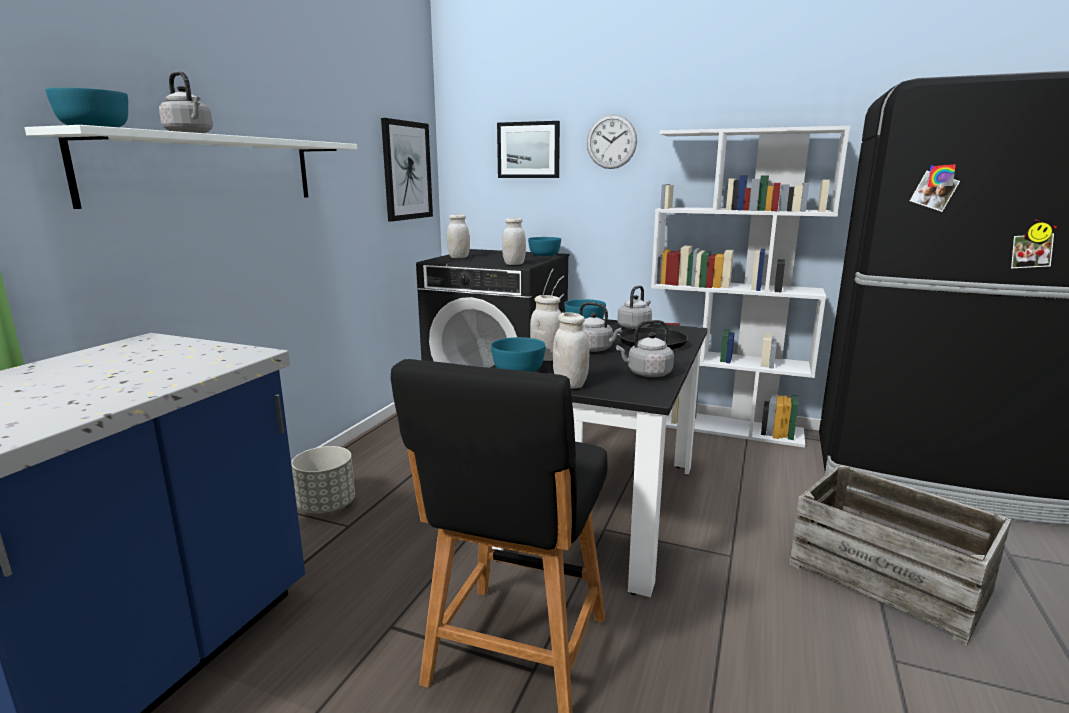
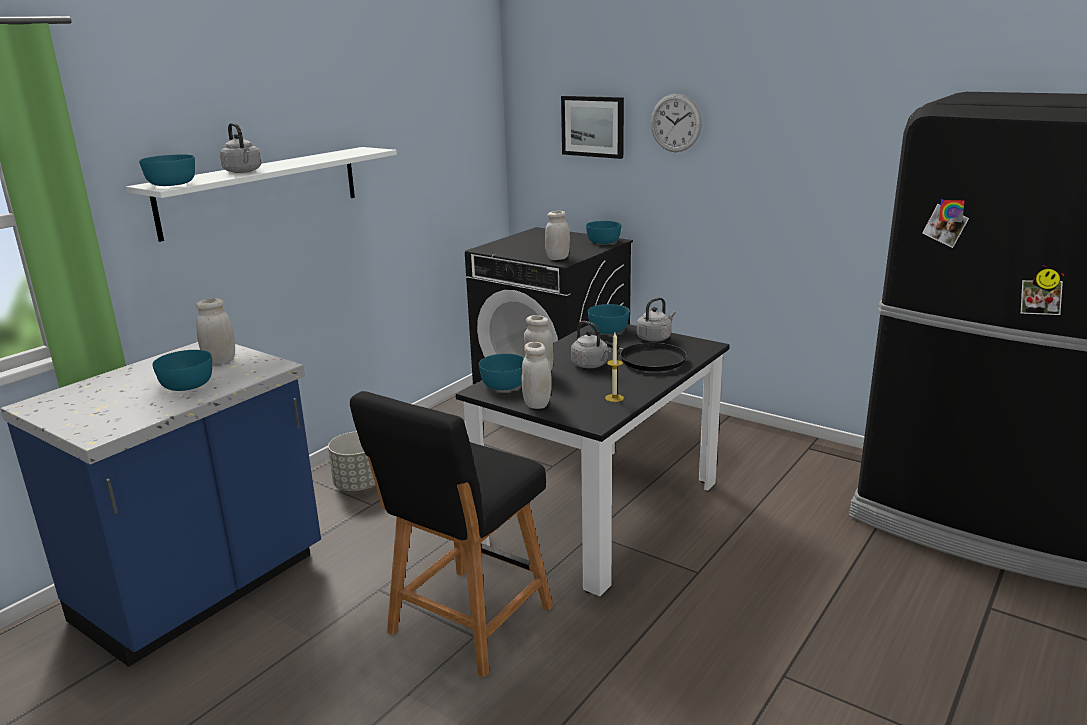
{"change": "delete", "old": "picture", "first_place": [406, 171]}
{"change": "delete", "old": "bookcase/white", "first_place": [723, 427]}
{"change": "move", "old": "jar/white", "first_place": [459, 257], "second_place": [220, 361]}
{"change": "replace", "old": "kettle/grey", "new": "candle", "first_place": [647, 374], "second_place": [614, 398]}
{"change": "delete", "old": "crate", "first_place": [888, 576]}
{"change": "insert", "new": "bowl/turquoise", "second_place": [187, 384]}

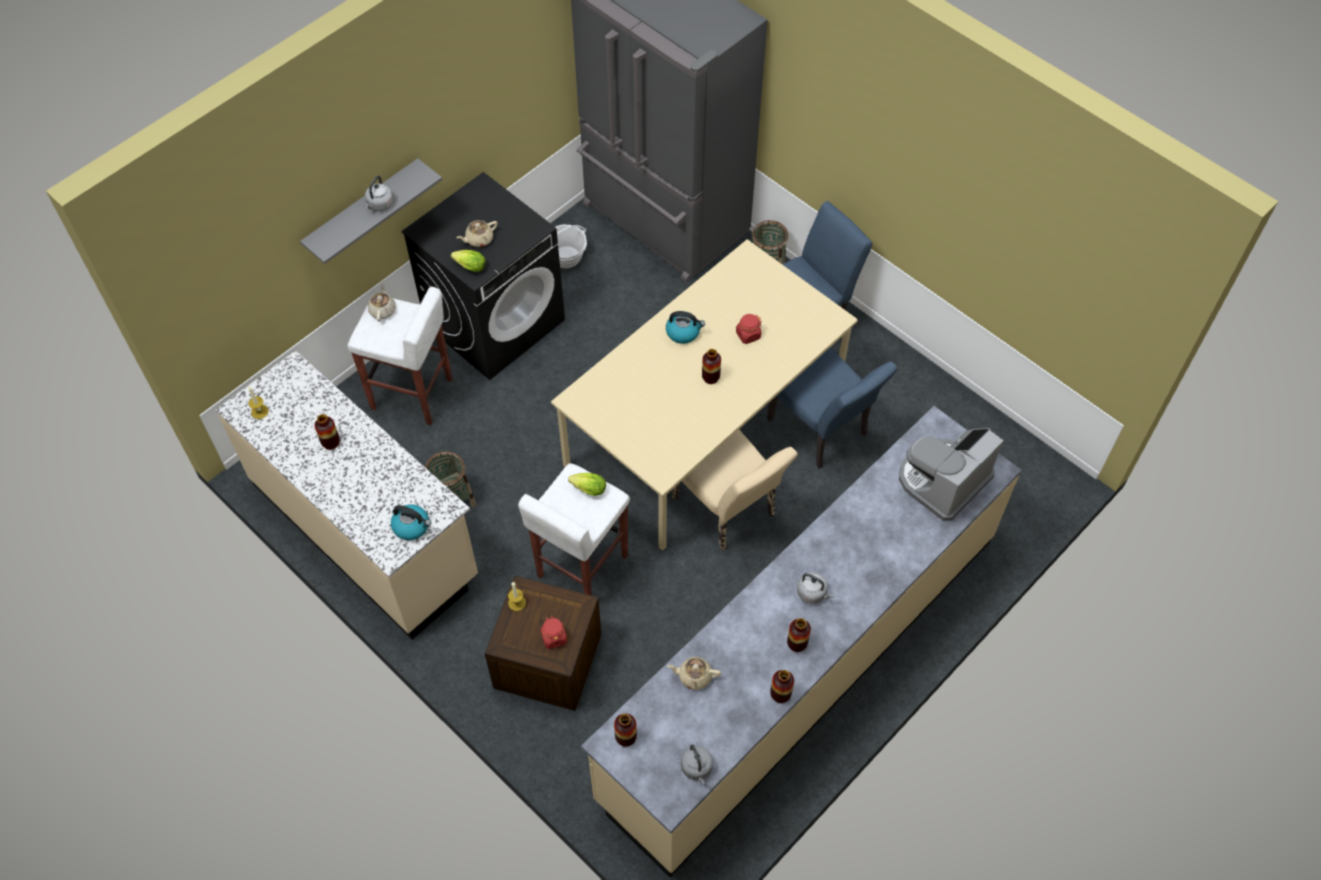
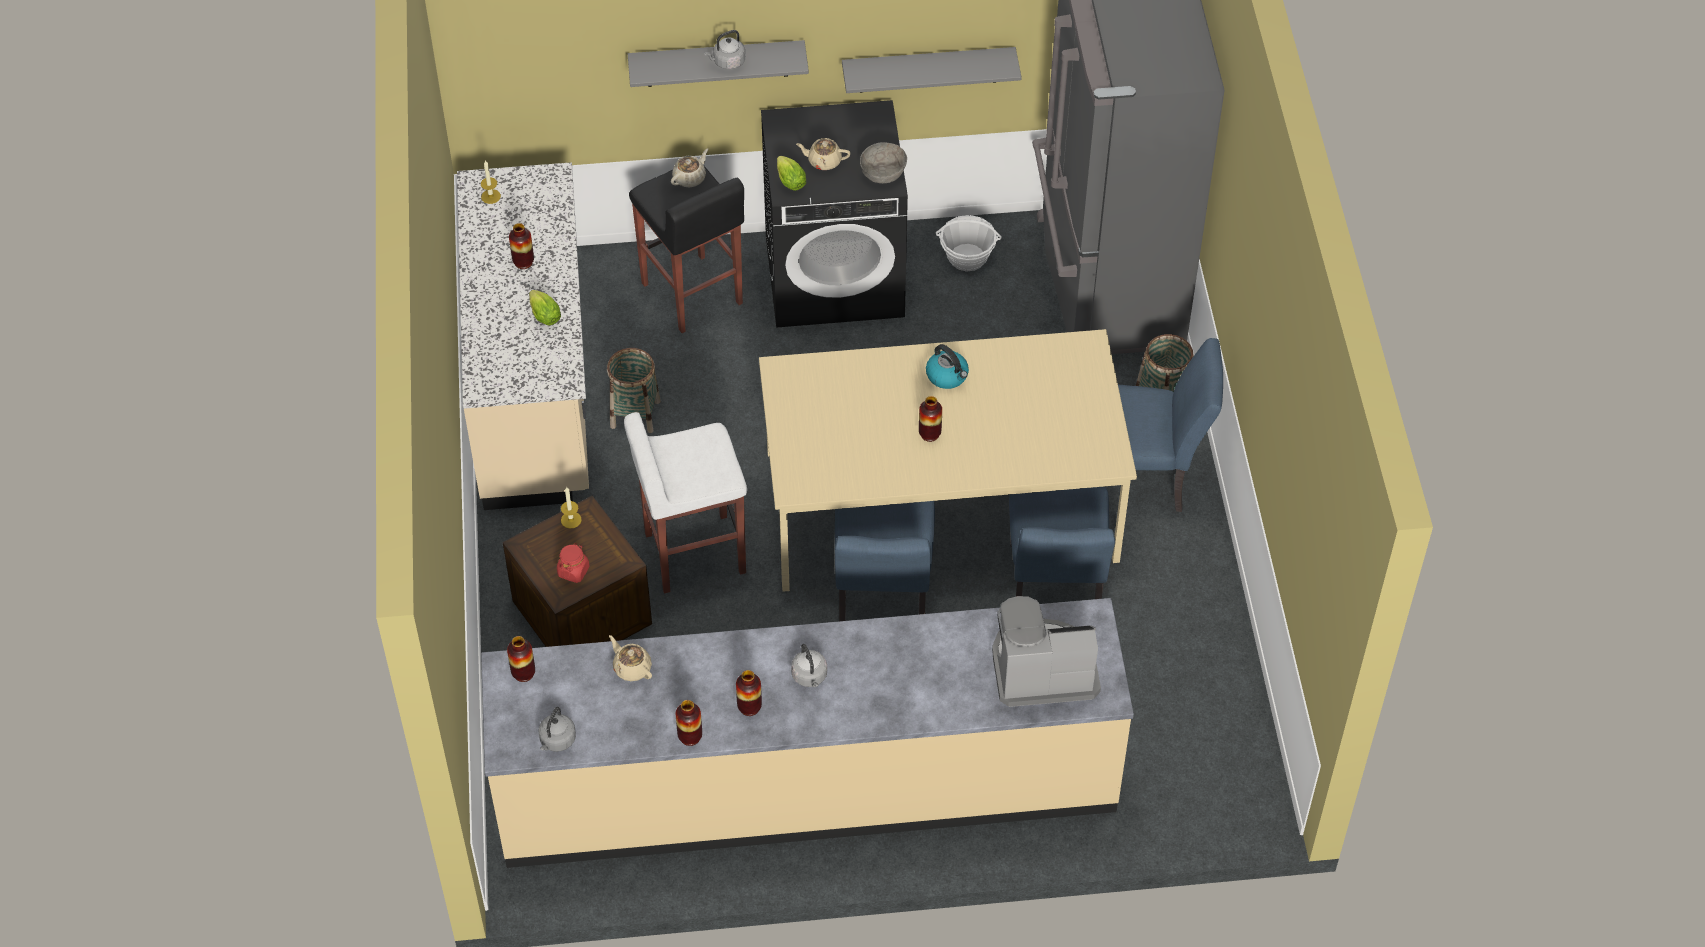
{"change": "recolor", "old": "stool/white", "new": "stool/black", "first_place": [413, 395], "second_place": [691, 295]}
{"change": "delete", "old": "jar/red", "first_place": [748, 335]}
{"change": "recolor", "old": "chair/beige", "new": "chair/blue", "first_place": [728, 511], "second_place": [882, 600]}
{"change": "move", "old": "lettuce", "first_place": [587, 489], "second_place": [543, 314]}
{"change": "delete", "old": "kettle", "first_place": [412, 526]}
{"change": "insert", "new": "shelf/grey", "second_place": [928, 69]}
{"change": "insert", "new": "bowl/grey", "second_place": [883, 172]}

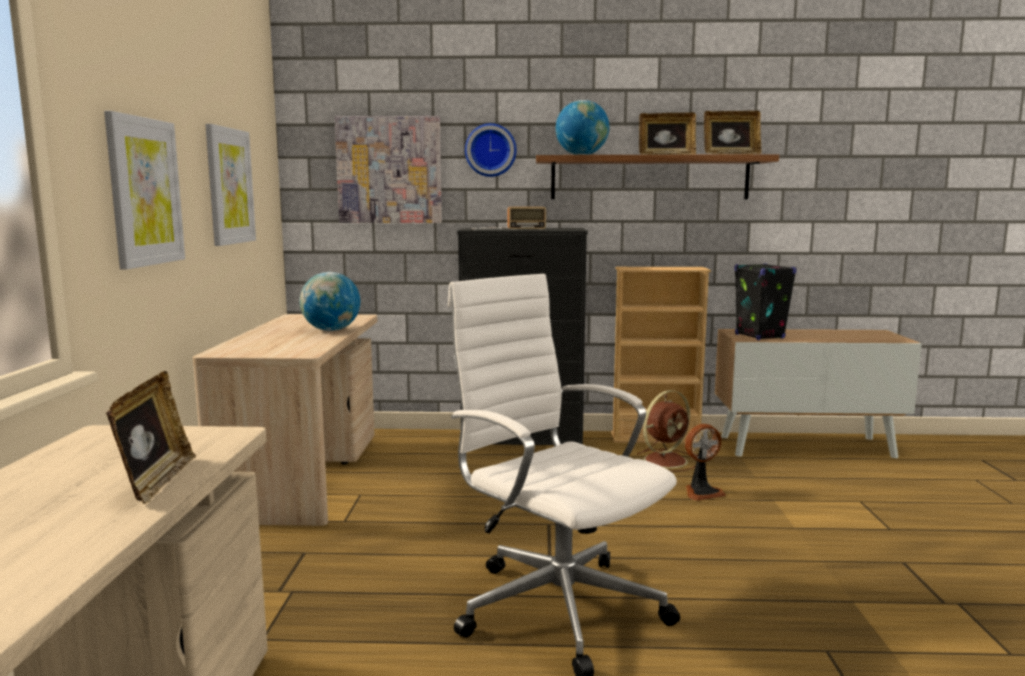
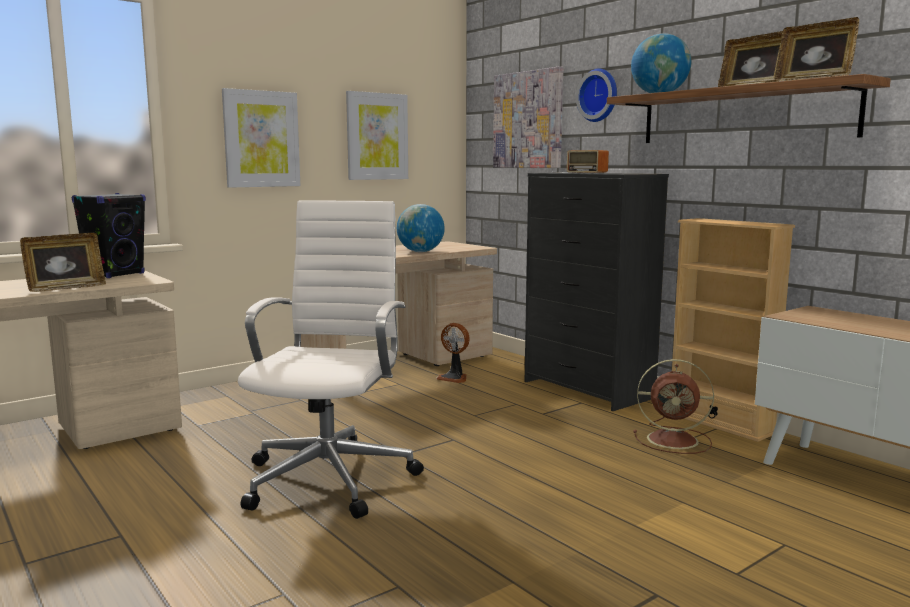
{"change": "move", "old": "speaker/black", "first_place": [759, 336], "second_place": [115, 275]}
{"change": "move", "old": "fan", "first_place": [701, 492], "second_place": [454, 378]}

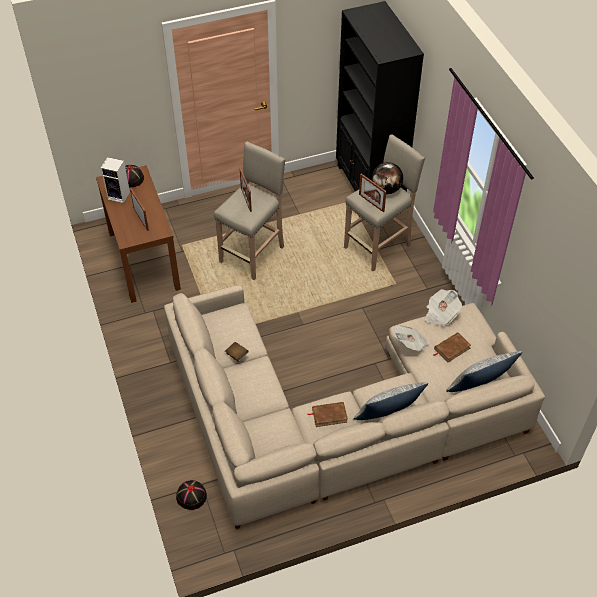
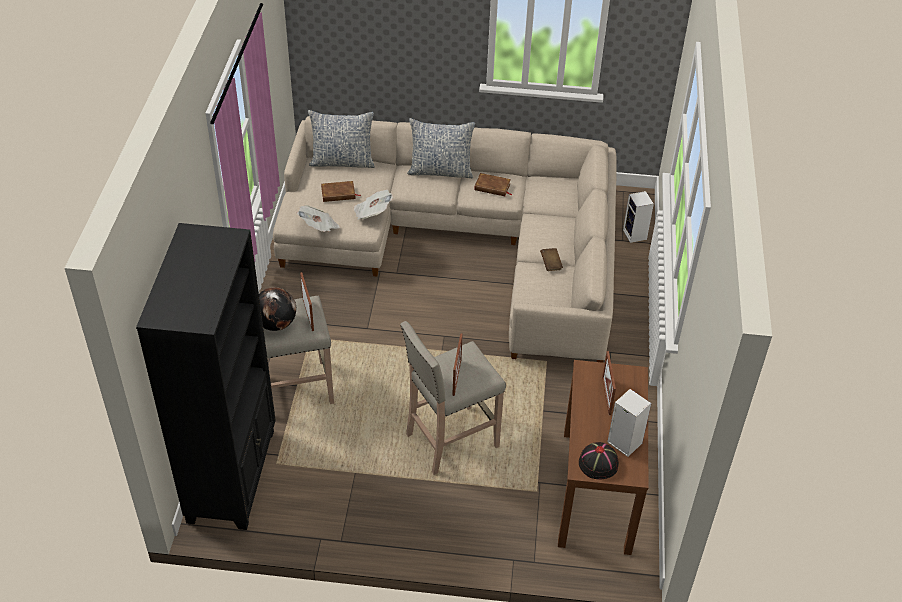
{"change": "replace", "old": "hat/black", "new": "speaker", "first_place": [191, 496], "second_place": [635, 235]}

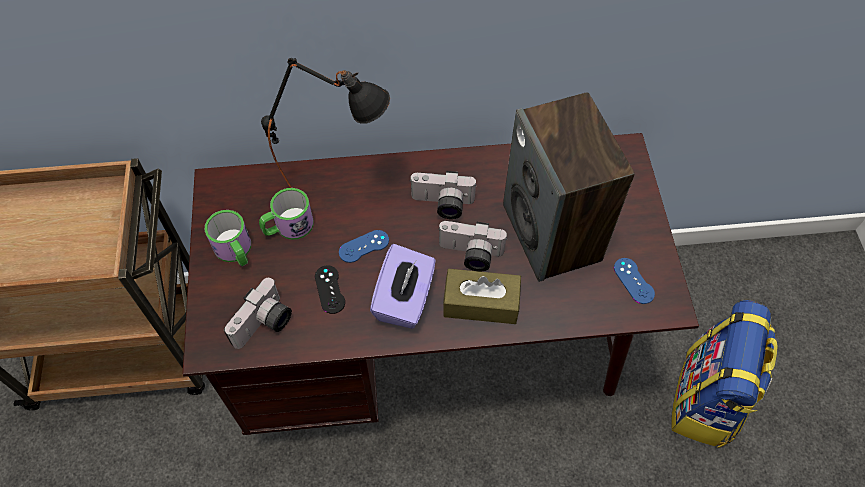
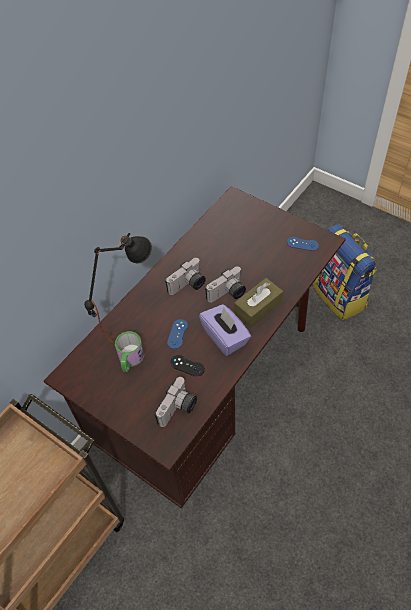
{"change": "delete", "old": "speaker", "first_place": [552, 233]}
{"change": "delete", "old": "mug", "first_place": [235, 251]}
{"change": "rotate", "old": "photo camera", "first_place": [265, 325], "second_place": [178, 409], "degrees": 45}

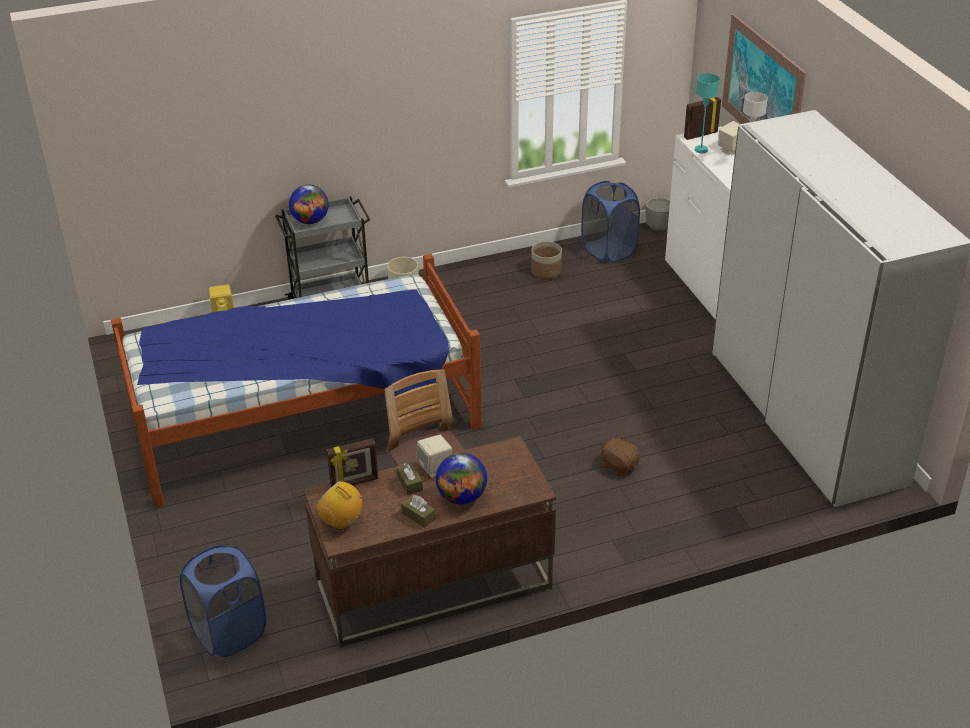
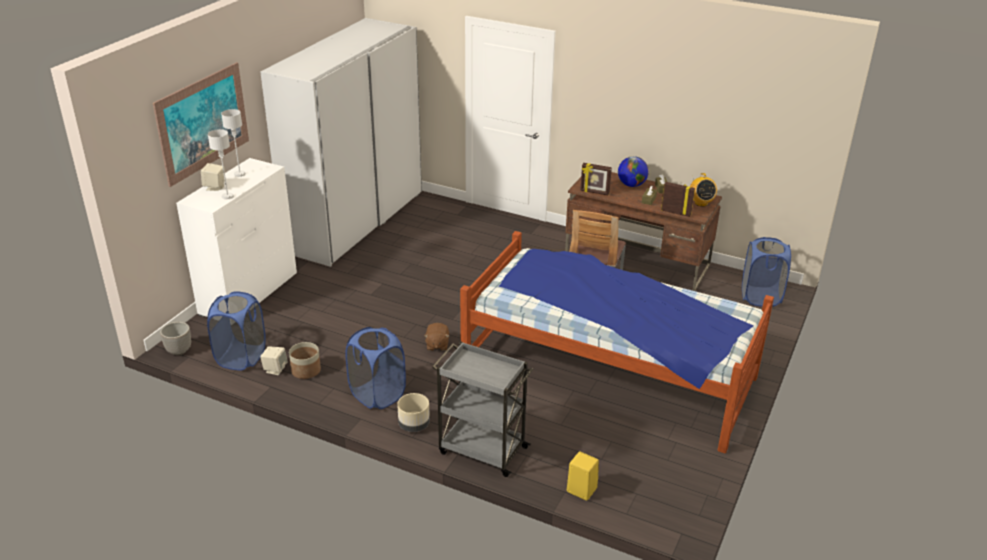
{"change": "recolor", "old": "table lamp/turquoise", "new": "table lamp/grey", "first_place": [701, 150], "second_place": [228, 196]}
{"change": "move", "old": "picture frame", "first_place": [700, 134], "second_place": [594, 192]}
{"change": "delete", "old": "globe", "first_place": [310, 221]}
{"change": "move", "old": "speaker/beige", "first_place": [435, 468], "second_place": [275, 369]}
{"change": "move", "old": "plush toy/brown", "first_place": [619, 465], "second_place": [437, 345]}
{"change": "insert", "new": "laundry basket/blue", "second_place": [377, 394]}

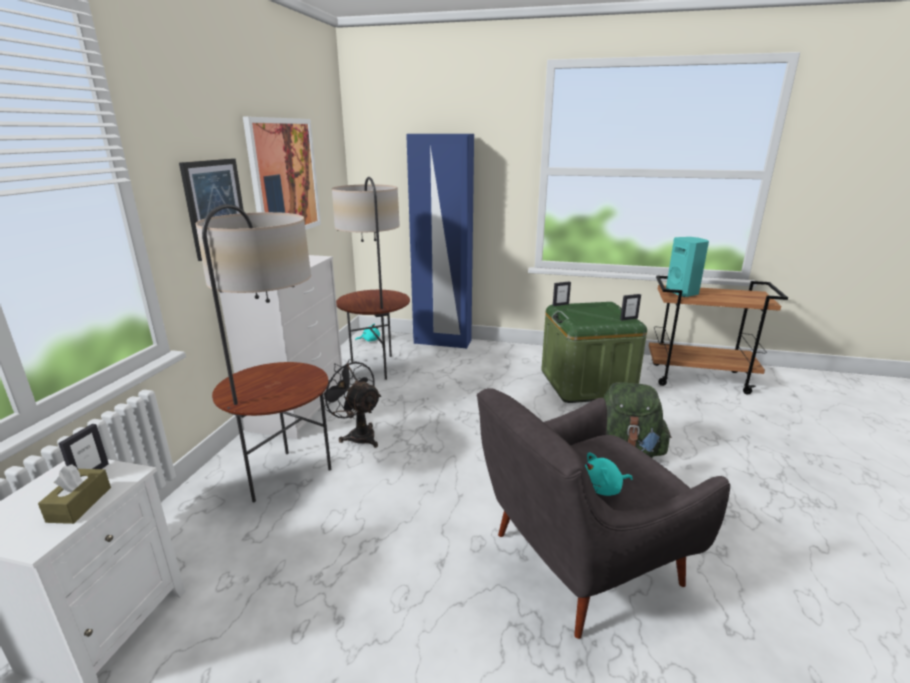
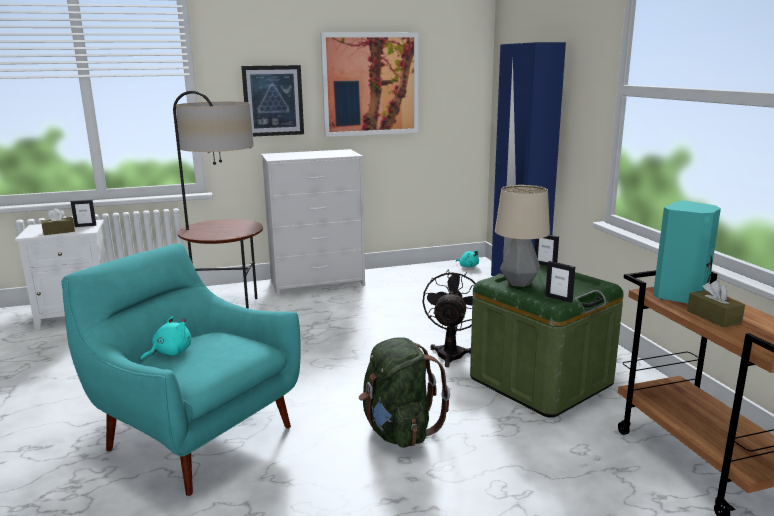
{"change": "delete", "old": "floor lamp", "first_place": [377, 368]}
{"change": "move", "old": "fan/black", "first_place": [357, 435], "second_place": [451, 352]}
{"change": "recolor", "old": "armchair/grey", "new": "armchair/turquoise", "first_place": [577, 562], "second_place": [194, 435]}
{"change": "rotate", "old": "plush toy/turquoise", "first_place": [603, 488], "second_place": [170, 353], "degrees": 90}
{"change": "insert", "new": "table lamp", "second_place": [519, 283]}
{"change": "insert", "new": "tissue box/brown", "second_place": [713, 317]}

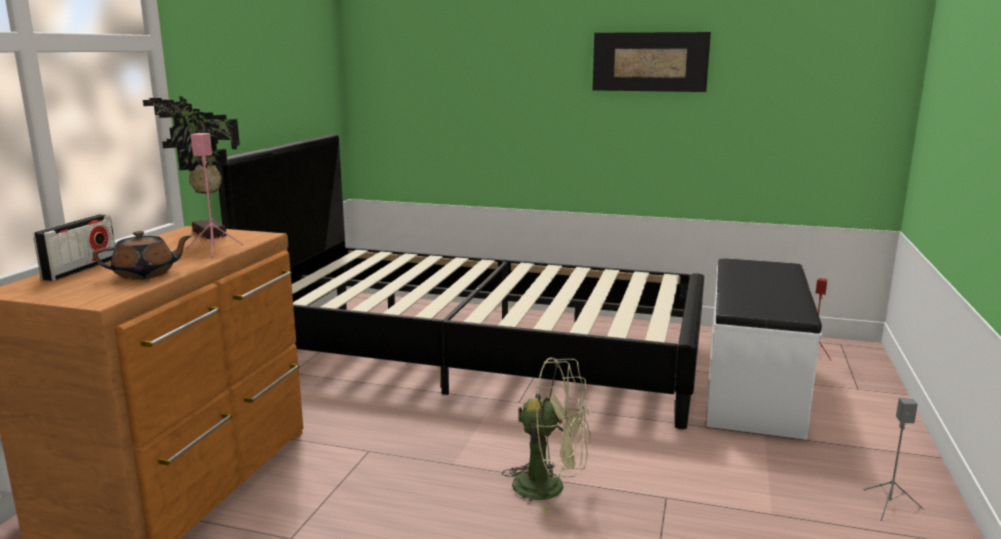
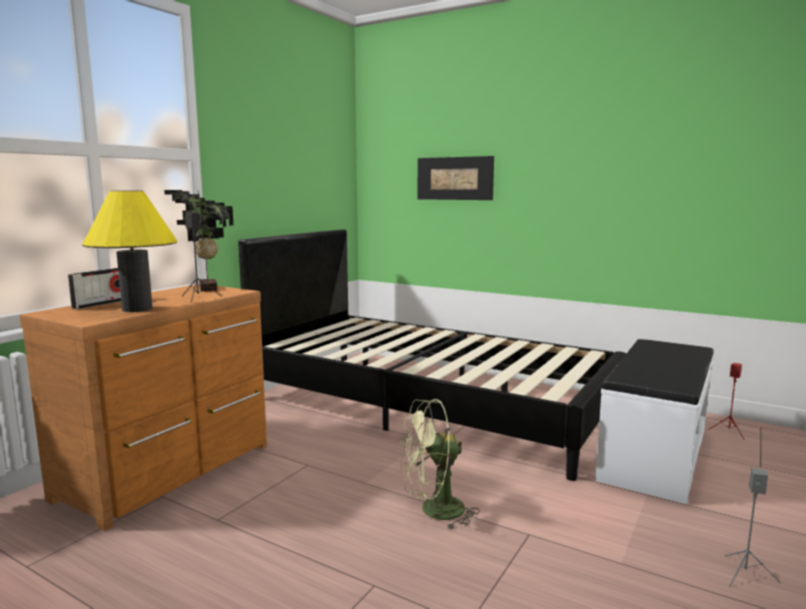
{"change": "move", "old": "picture", "first_place": [650, 62], "second_place": [454, 178]}
{"change": "recolor", "old": "speaker/pink", "new": "speaker/black", "first_place": [214, 250], "second_place": [198, 298]}
{"change": "replace", "old": "teapot/brown", "new": "table lamp/yellow", "first_place": [146, 274], "second_place": [137, 309]}
{"change": "rotate", "old": "fan/green", "first_place": [550, 487], "second_place": [433, 511], "degrees": 135}

